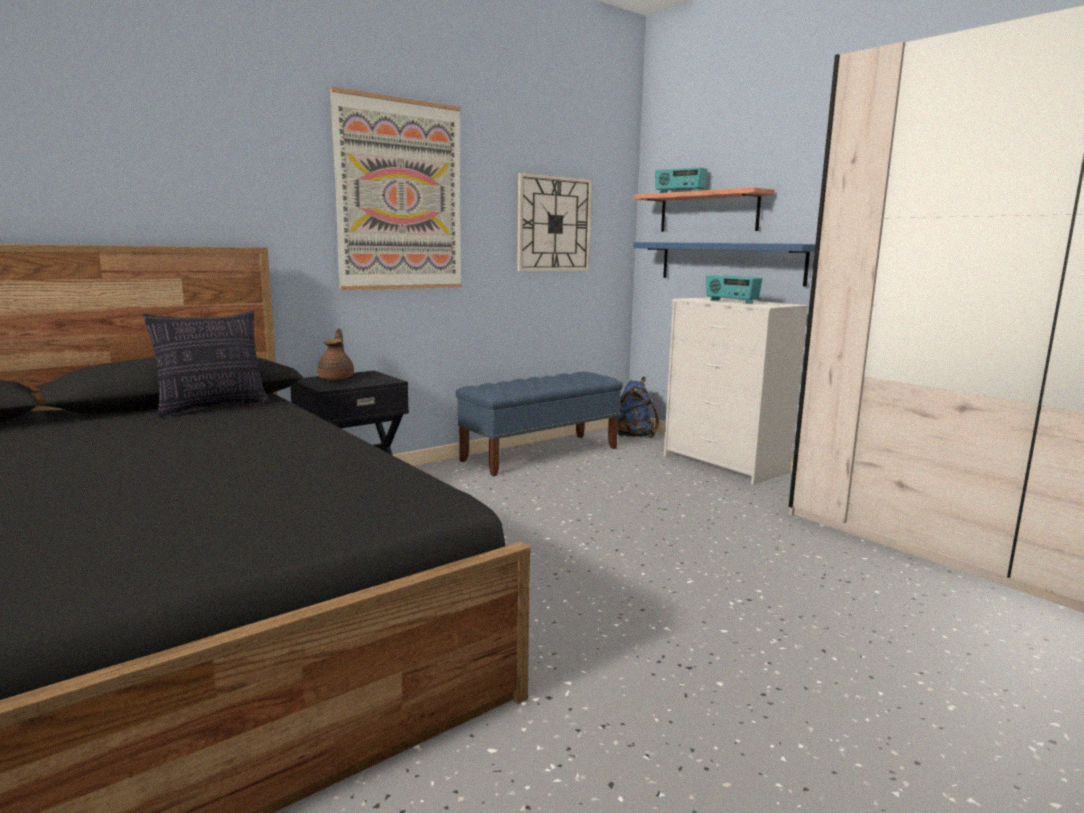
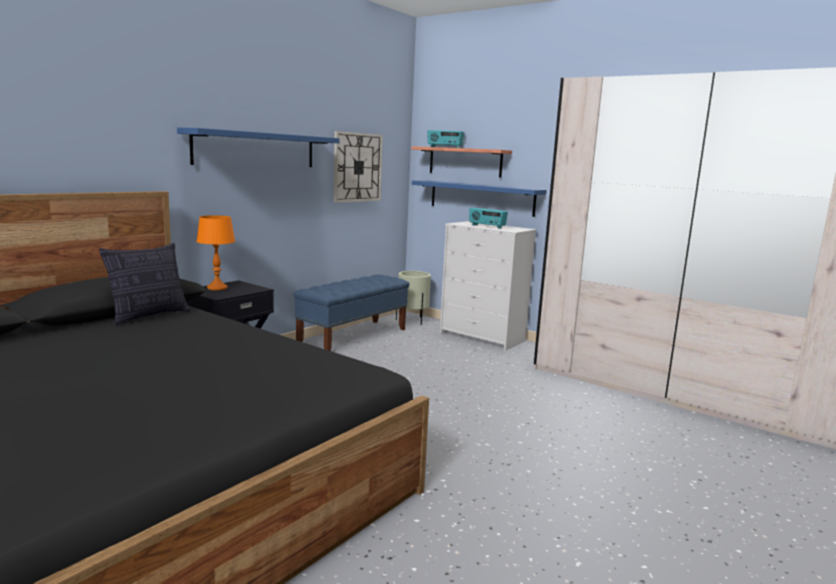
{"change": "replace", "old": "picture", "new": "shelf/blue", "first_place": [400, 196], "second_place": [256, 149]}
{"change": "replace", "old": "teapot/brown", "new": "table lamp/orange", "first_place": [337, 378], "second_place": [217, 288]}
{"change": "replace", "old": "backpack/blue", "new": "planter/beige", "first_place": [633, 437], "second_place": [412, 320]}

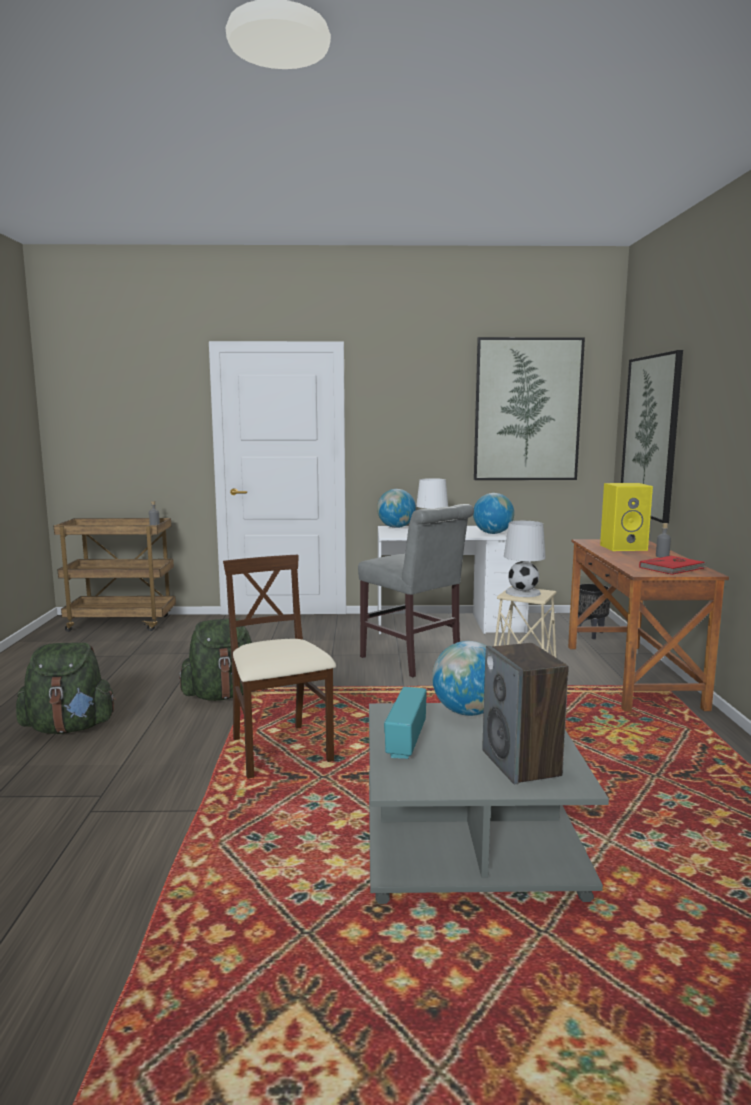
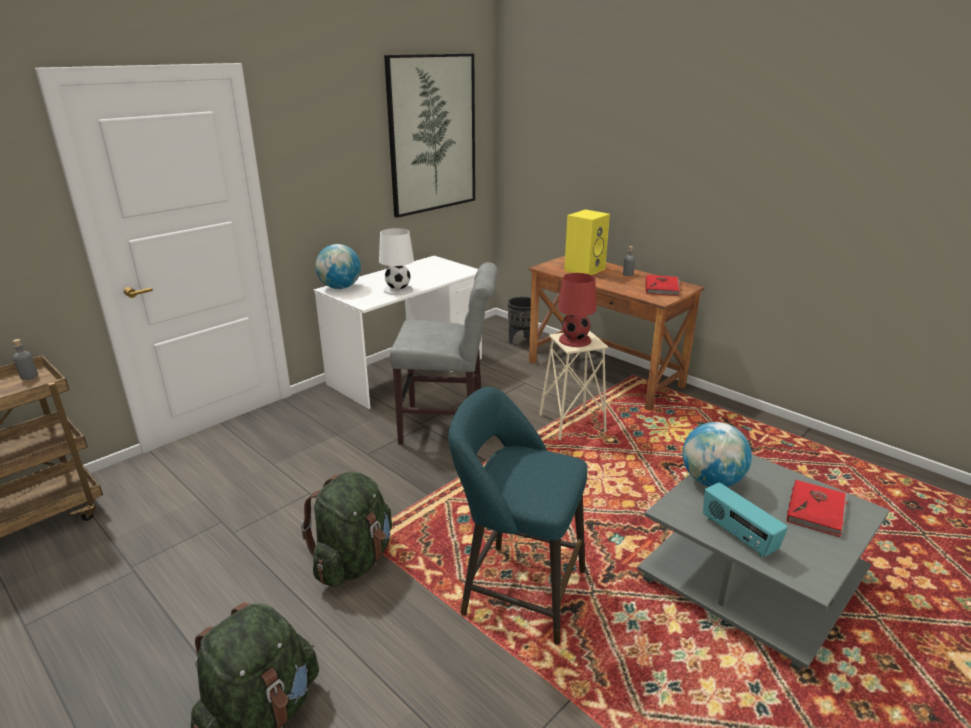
{"change": "delete", "old": "picture", "first_place": [650, 436]}
{"change": "delete", "old": "globe", "first_place": [492, 533]}
{"change": "recolor", "old": "table lamp/white", "new": "table lamp/red", "first_place": [522, 592], "second_place": [574, 340]}
{"change": "replace", "old": "chair/beige", "new": "stool/turquoise", "first_place": [279, 751], "second_place": [517, 590]}
{"change": "replace", "old": "speaker", "new": "book/red", "first_place": [521, 763], "second_place": [817, 510]}

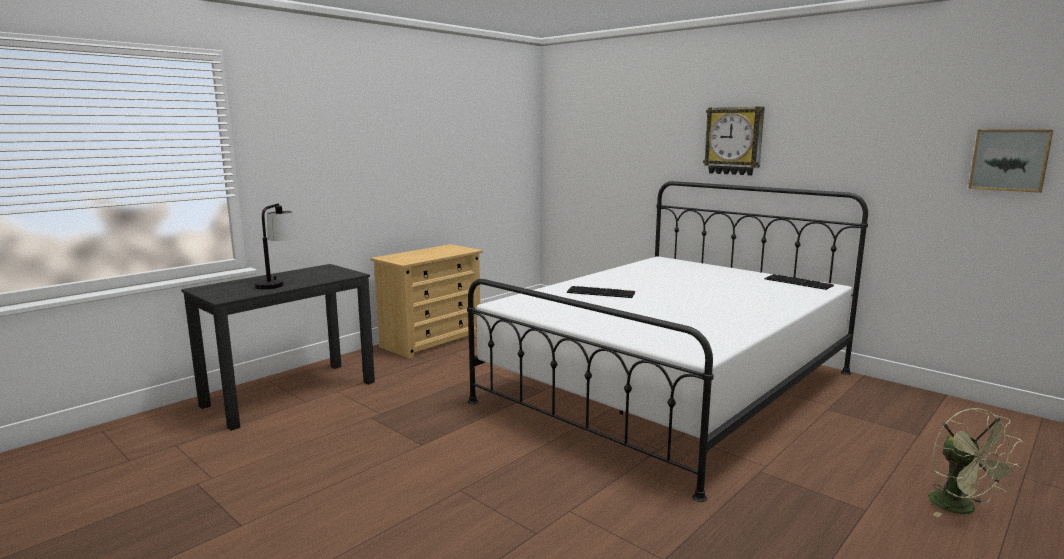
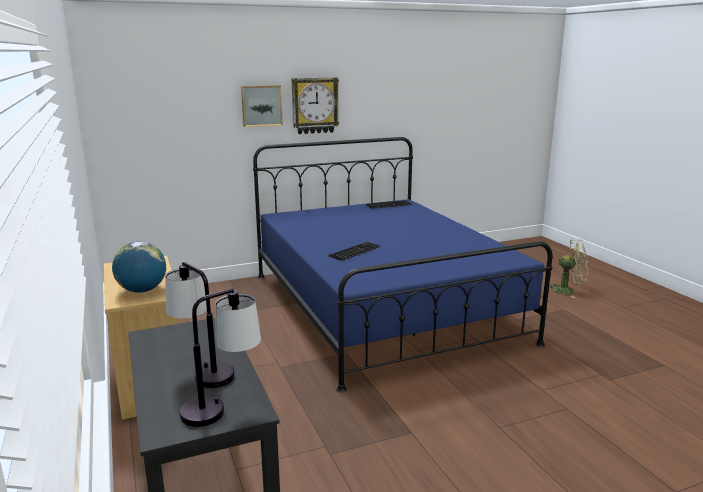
{"change": "move", "old": "picture", "first_place": [1009, 160], "second_place": [261, 105]}
{"change": "recolor", "old": "bed/white", "new": "bed/blue", "first_place": [669, 386], "second_place": [382, 307]}
{"change": "insert", "new": "globe", "second_place": [142, 290]}
{"change": "insert", "new": "table lamp", "second_place": [222, 407]}

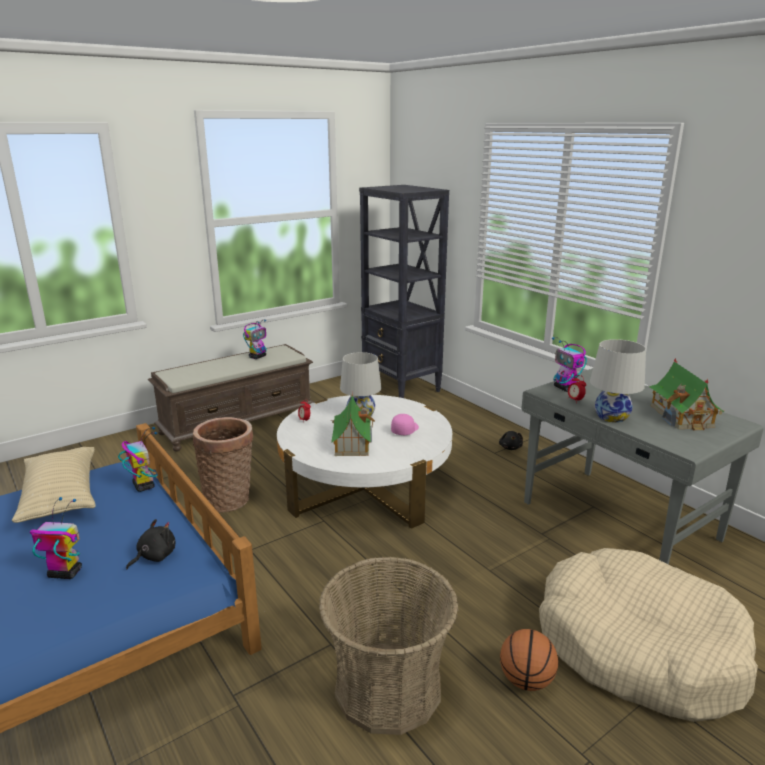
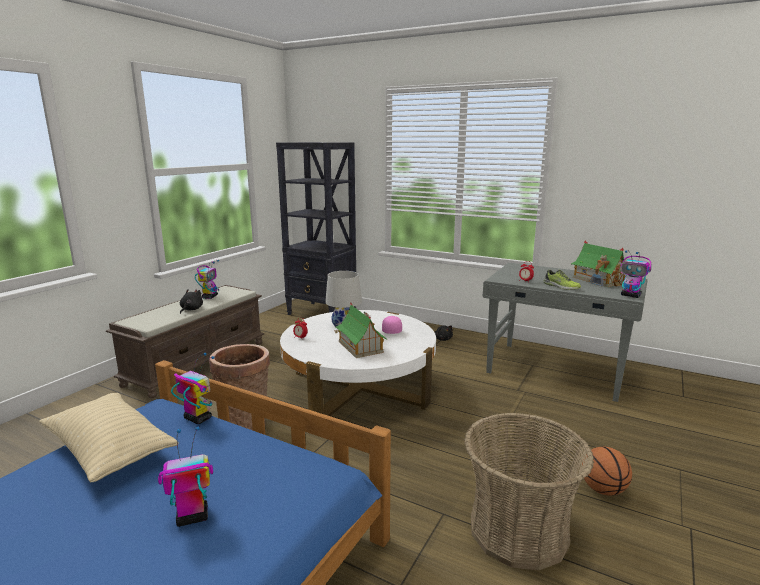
{"change": "move", "old": "toy robot", "first_place": [565, 388], "second_place": [631, 296]}
{"change": "replace", "old": "table lamp/white", "new": "shoe", "first_place": [611, 416], "second_place": [560, 286]}
{"change": "move", "old": "plush toy/black", "first_place": [154, 556], "second_place": [191, 309]}
{"change": "delete", "old": "dog bed/beige", "first_place": [638, 647]}

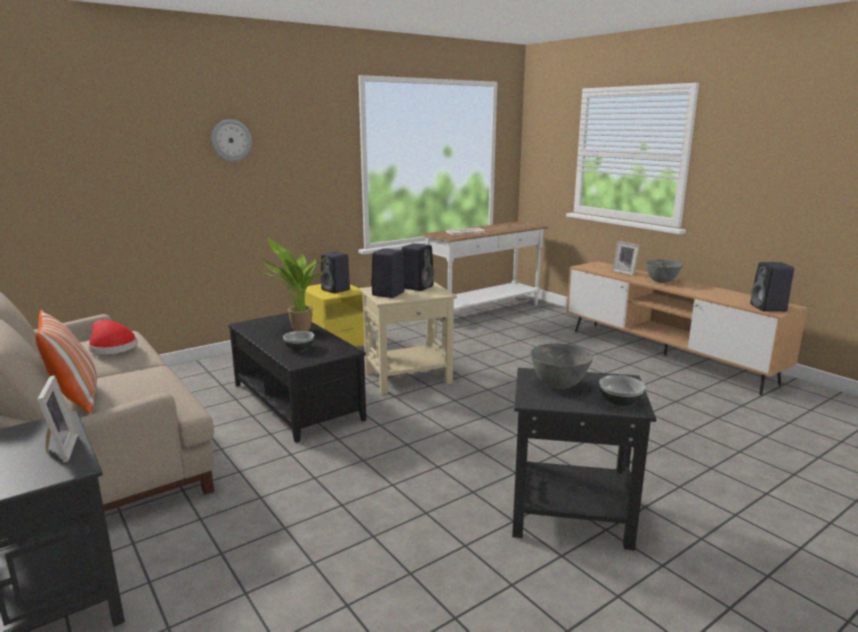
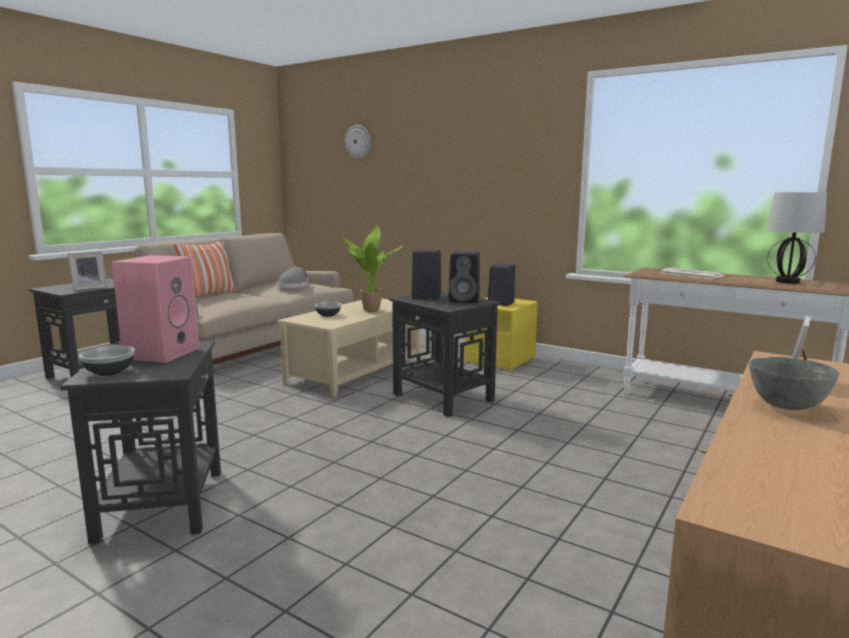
{"change": "move", "old": "wall clock", "first_place": [231, 140], "second_place": [358, 142]}
{"change": "delete", "old": "speaker/black", "first_place": [769, 308]}
{"change": "recolor", "old": "side table/beige", "new": "side table/black", "first_place": [409, 377], "second_place": [443, 397]}
{"change": "recolor", "old": "coffee table/black", "new": "coffee table/beige", "first_place": [295, 402], "second_place": [355, 371]}
{"change": "recolor", "old": "hat/red", "new": "hat/grey", "first_place": [111, 347], "second_place": [294, 286]}
{"change": "replace", "old": "bowl/grey", "new": "speaker/pink", "first_place": [558, 385], "second_place": [161, 353]}
{"change": "insert", "new": "table lamp", "second_place": [788, 282]}

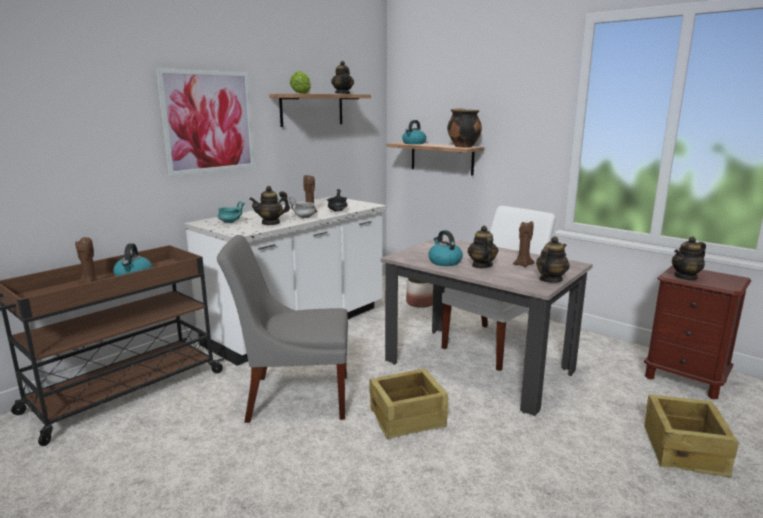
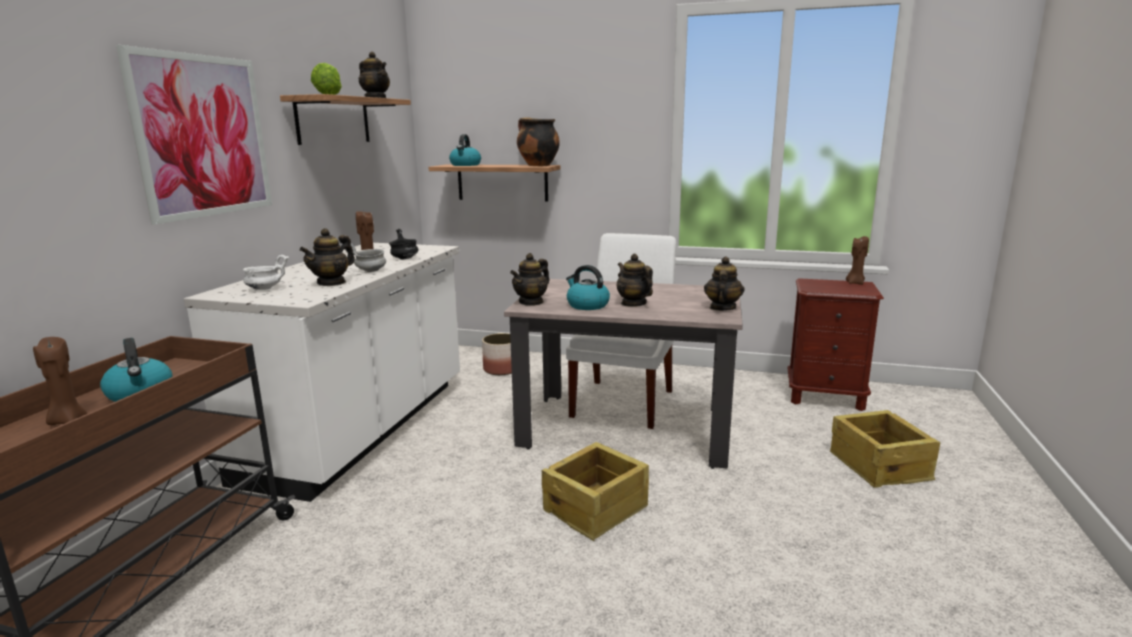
{"change": "recolor", "old": "bowl/turquoise", "new": "bowl/white", "first_place": [230, 222], "second_place": [265, 289]}
{"change": "move", "old": "candle/brown", "first_place": [522, 265], "second_place": [855, 283]}
{"change": "delete", "old": "chair/grey", "first_place": [293, 397]}
{"change": "move", "old": "teapot", "first_place": [686, 277], "second_place": [531, 302]}

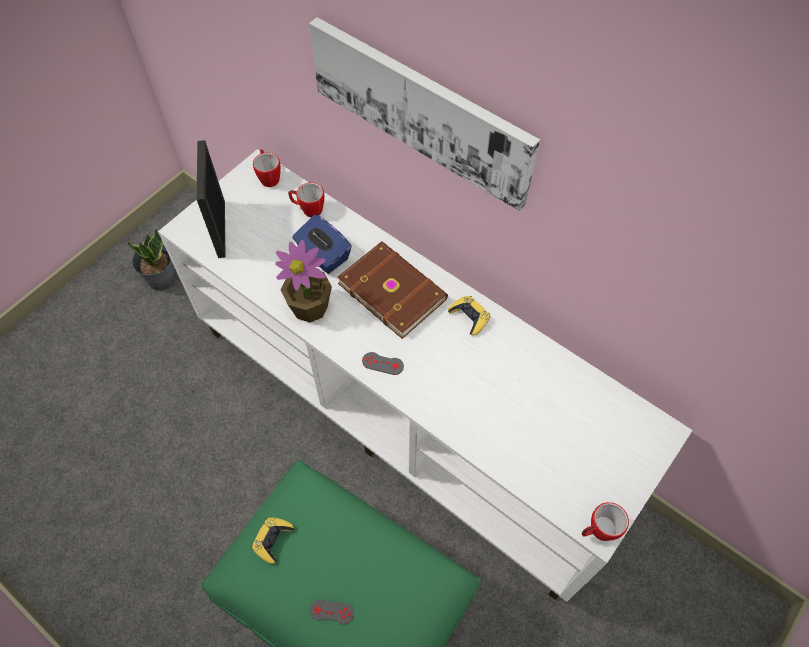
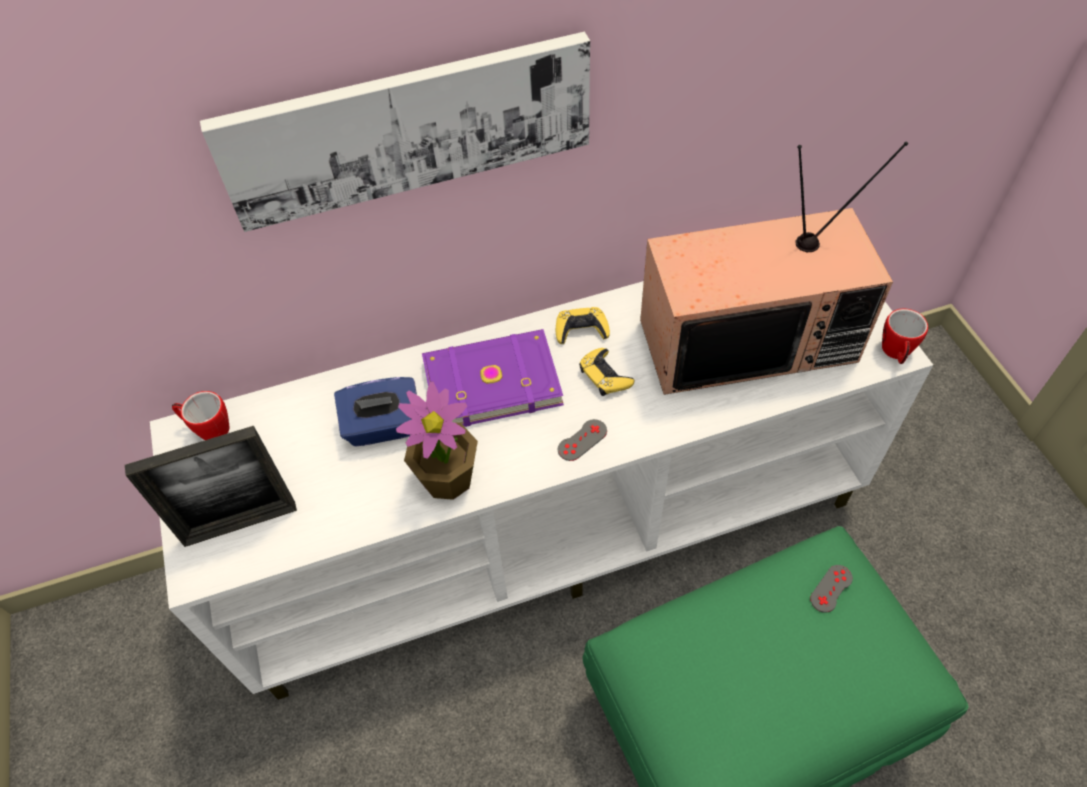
{"change": "rotate", "old": "picture frame", "first_place": [221, 229], "second_place": [240, 523], "degrees": -45}
{"change": "delete", "old": "mug", "first_place": [308, 209]}
{"change": "delete", "old": "potted plant", "first_place": [161, 278]}
{"change": "recolor", "old": "book/brown", "new": "book/purple", "first_place": [393, 290], "second_place": [490, 381]}
{"change": "move", "old": "game controller/yellow", "first_place": [273, 540], "second_place": [605, 376]}
{"change": "move", "old": "game controller/grey", "first_place": [331, 612], "second_place": [831, 588]}
{"change": "insert", "new": "television", "second_place": [748, 337]}

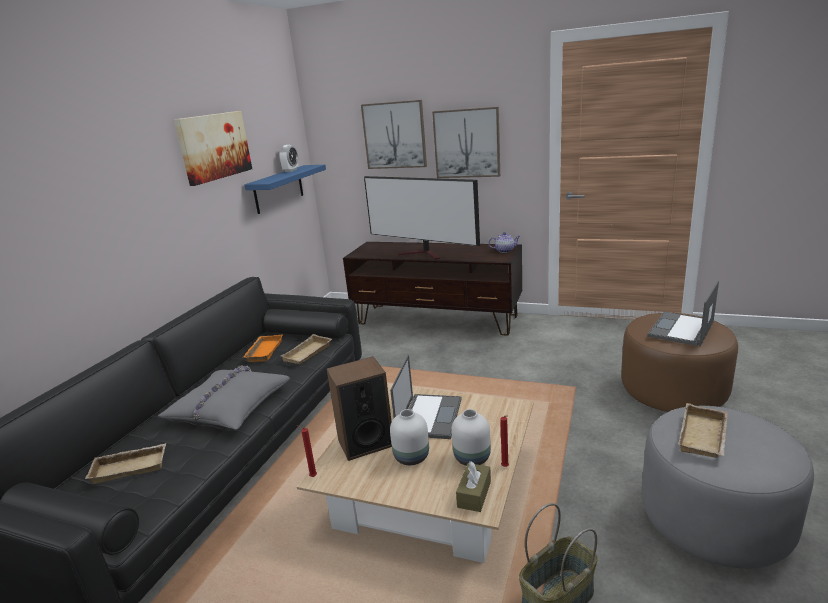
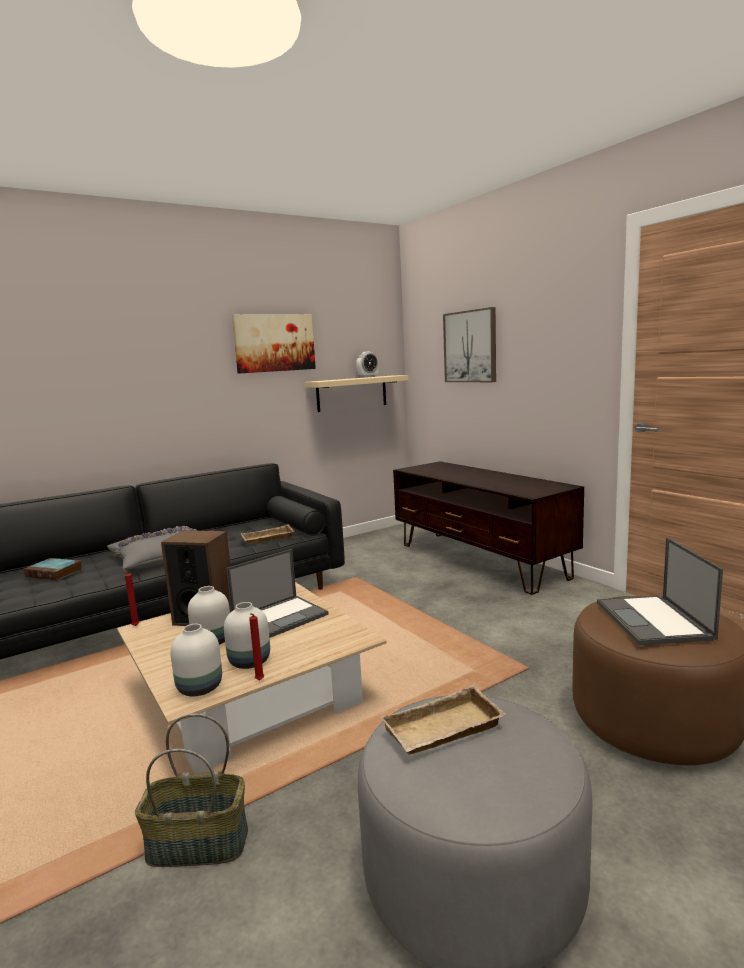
{"change": "delete", "old": "picture", "first_place": [467, 143]}
{"change": "recolor", "old": "shelf/blue", "new": "shelf/beige", "first_place": [278, 189], "second_place": [352, 393]}
{"change": "delete", "old": "television", "first_place": [424, 254]}
{"change": "delete", "old": "teapot", "first_place": [505, 250]}
{"change": "rotate", "old": "laptop", "first_place": [681, 329], "second_place": [654, 621], "degrees": -75}
{"change": "delete", "old": "tray/orange", "first_place": [263, 351]}
{"change": "replace", "old": "tray/beige", "new": "book", "first_place": [131, 466], "second_place": [55, 573]}
{"change": "replace", "old": "tissue box/brown", "new": "vase/white", "first_place": [474, 494], "second_place": [199, 688]}

